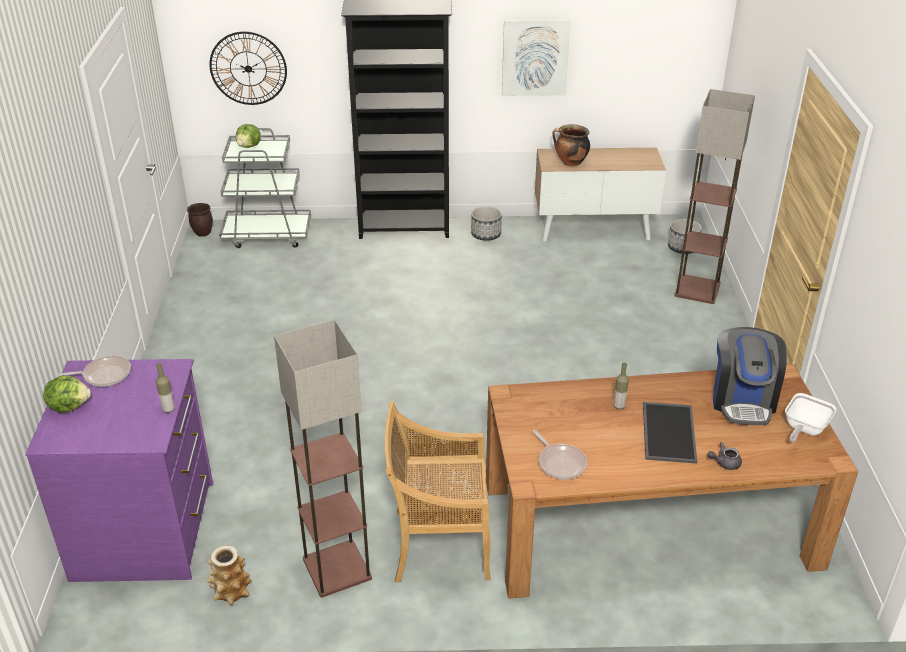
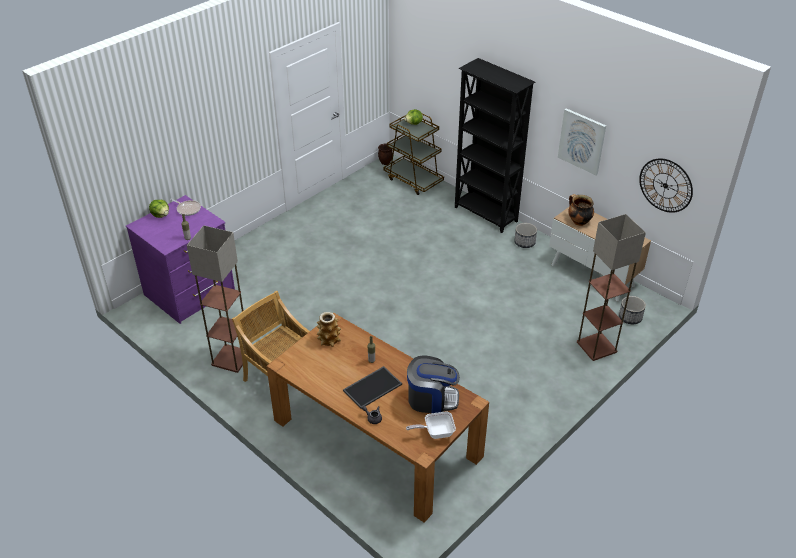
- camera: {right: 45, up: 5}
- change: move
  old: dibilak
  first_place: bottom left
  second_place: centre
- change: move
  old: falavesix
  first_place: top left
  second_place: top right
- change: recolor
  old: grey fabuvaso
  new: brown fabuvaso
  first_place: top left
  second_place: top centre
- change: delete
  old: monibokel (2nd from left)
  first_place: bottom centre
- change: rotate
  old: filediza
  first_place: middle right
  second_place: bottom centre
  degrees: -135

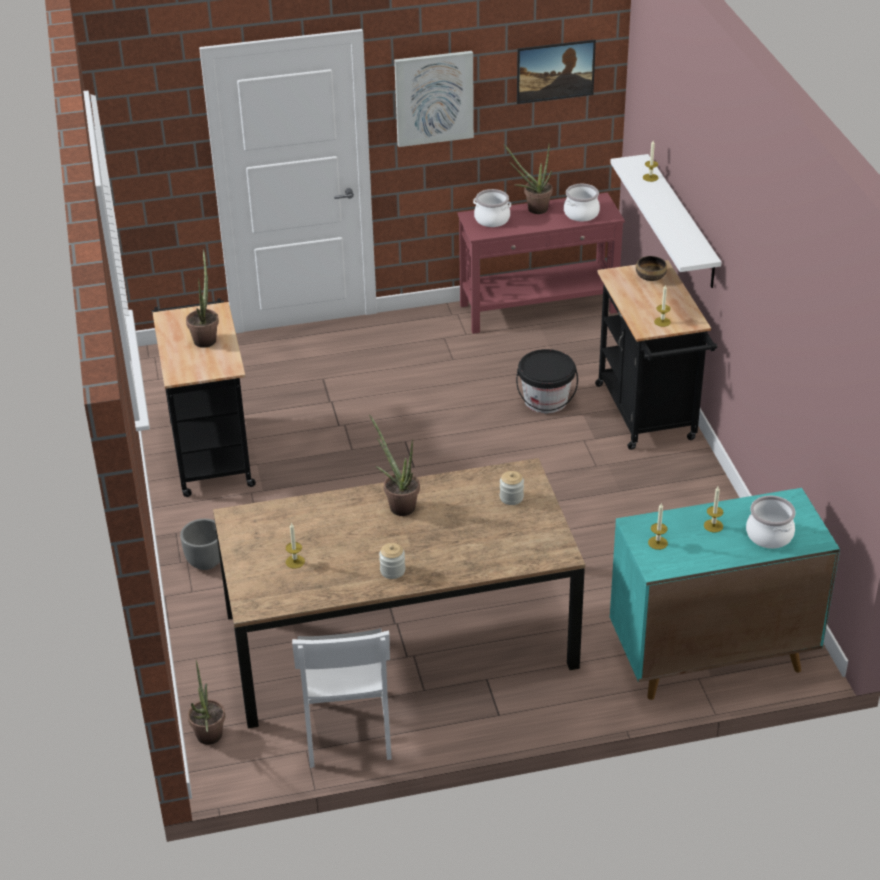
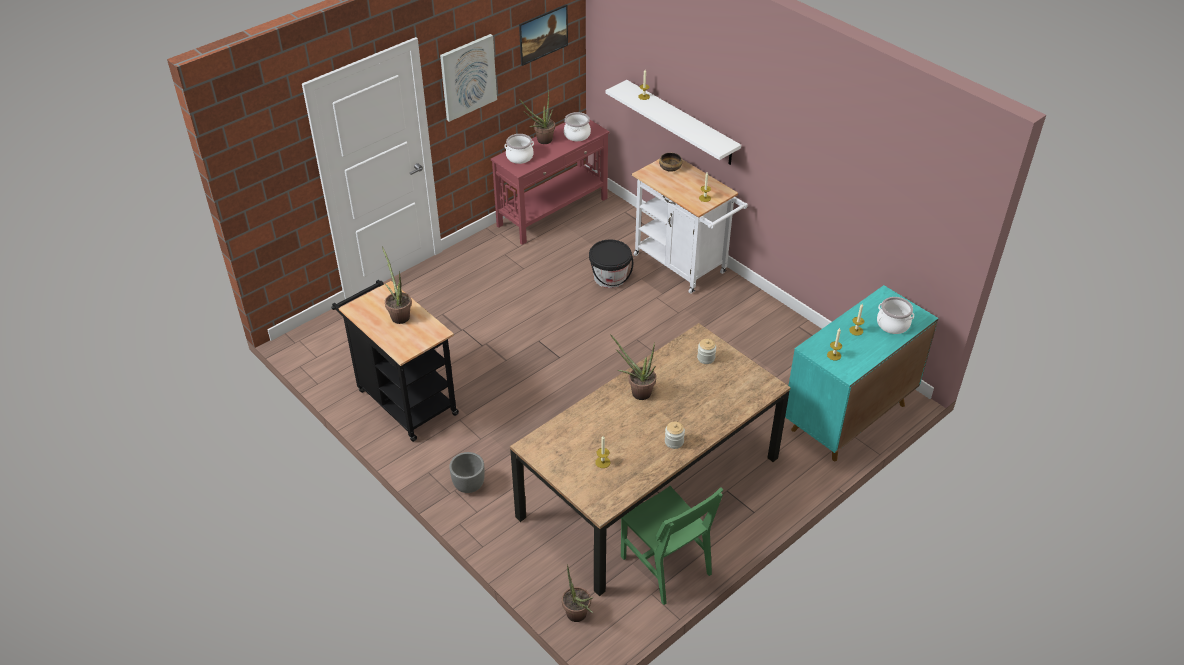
- camera: {right: -30, up: 5}
- change: recolor
  old: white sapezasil
  new: green sapezasil
  first_place: bottom centre
  second_place: bottom centre
- change: recolor
  old: black fabuvaso (2nd from left)
  new: white fabuvaso
  first_place: middle right
  second_place: centre

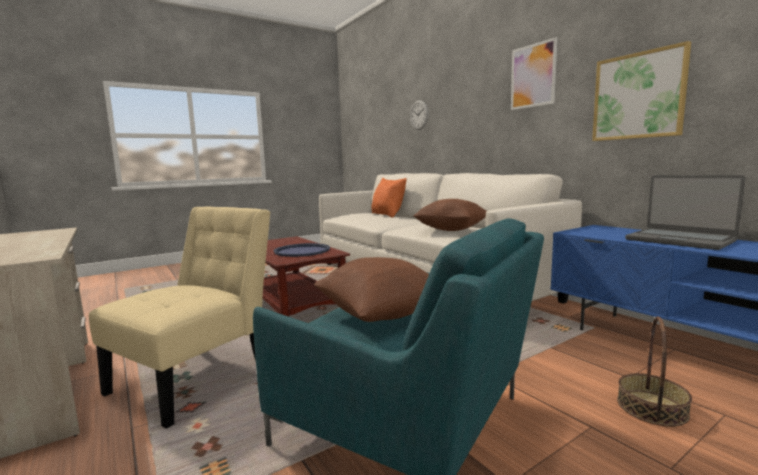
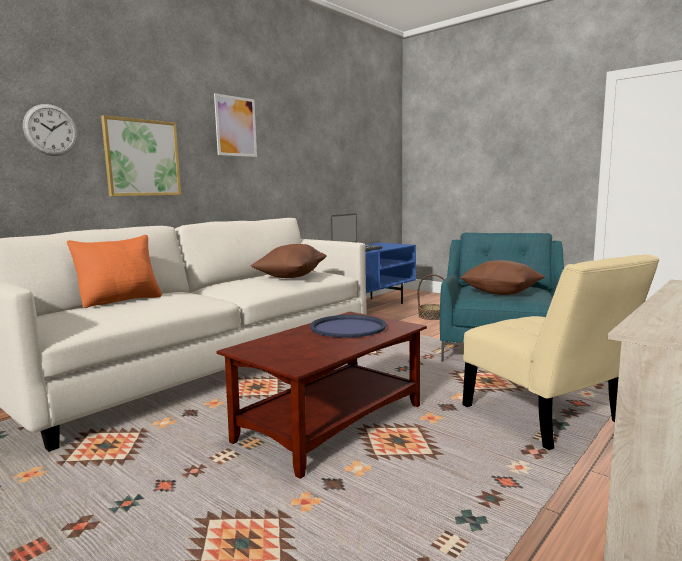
- camera: {right: -105, up: 0}
- change: rotate
  old: beige sapezasil
  first_place: bottom left
  second_place: middle right
  degrees: -135
- change: move
  old: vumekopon (2nd from left in the first image)
  new: vumekopon (1st from left)
  first_place: top right
  second_place: top left

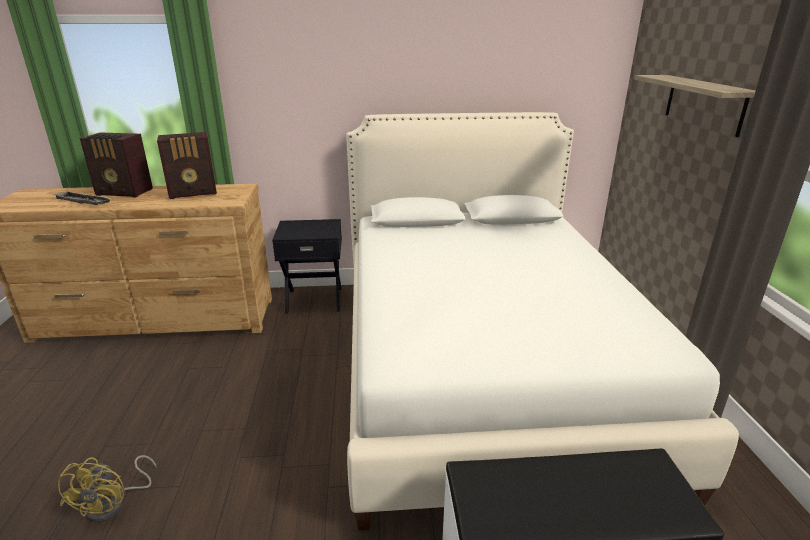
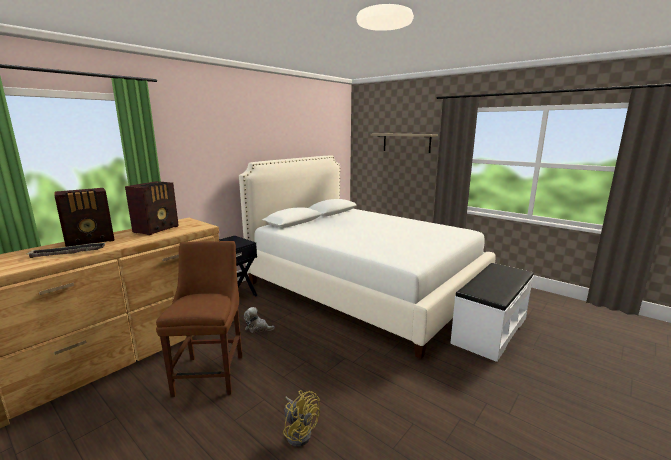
- camera: {right: -45, up: -10}
- change: insert
  new: brown sapezasil
  second_place: bottom left
- change: insert
  new: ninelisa
  second_place: bottom centre

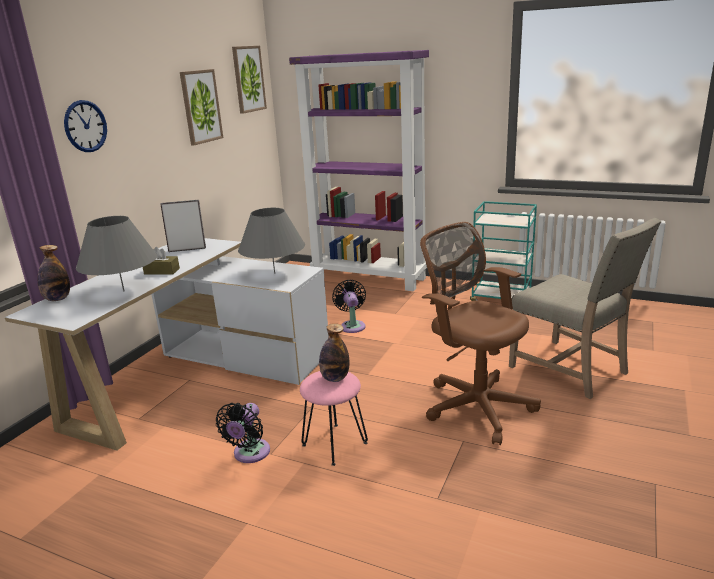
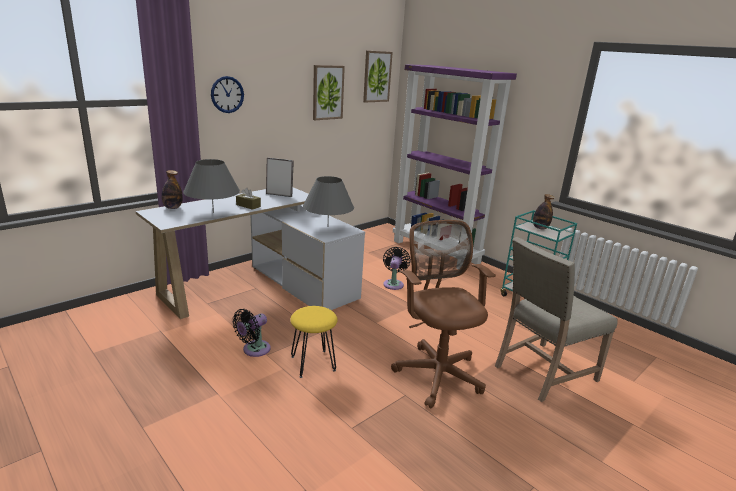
- camera: {right: 20, up: 0}
- change: recolor
  old: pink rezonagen
  new: yellow rezonagen
  first_place: bottom centre
  second_place: bottom centre
- change: move
  old: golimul (2nd from left)
  first_place: centre
  second_place: middle right
- change: rotate
  old: beige sapezasil
  first_place: middle right
  second_place: middle right
  degrees: 75

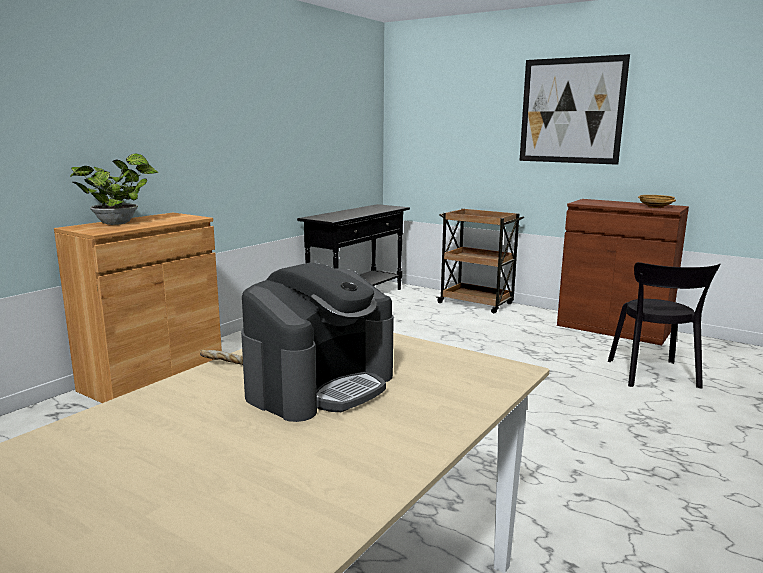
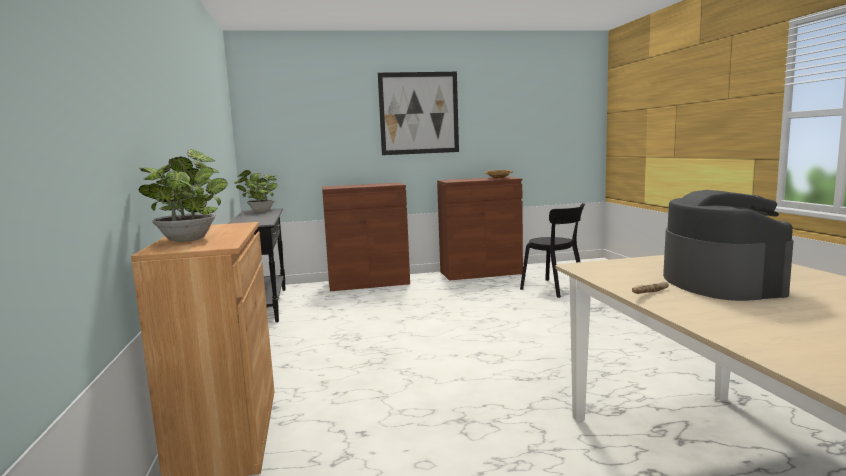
- camera: {right: -45, up: -5}
- change: replace
  old: brown fabuvaso
  new: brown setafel (2nd from left)
  first_place: centre
  second_place: centre
- change: insert
  new: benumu (2nd from left)
  second_place: middle left

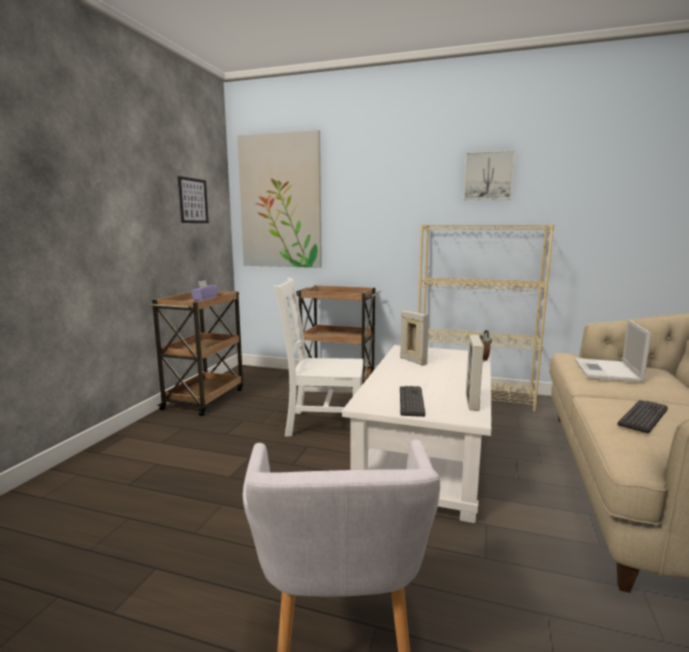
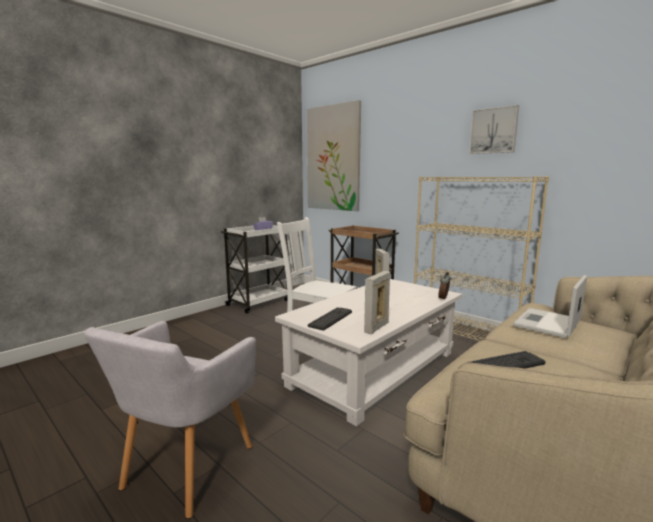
- camera: {right: 25, up: 0}
- change: recolor
  old: brown fabuvaso (1st from left)
  new: white fabuvaso
  first_place: middle left
  second_place: centre
- change: delete
  old: vumekopon (1st from left)
  first_place: top left

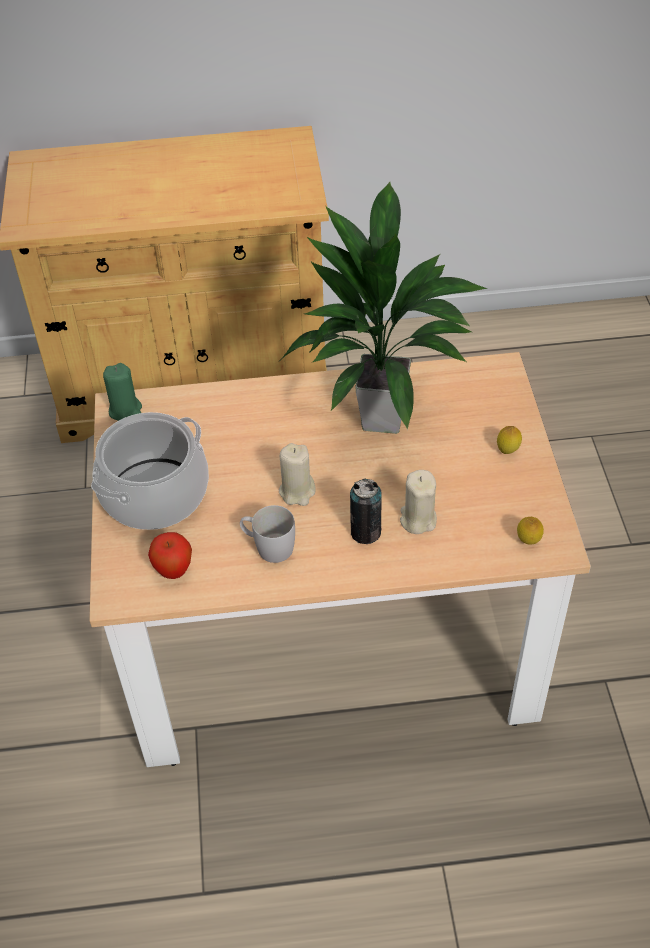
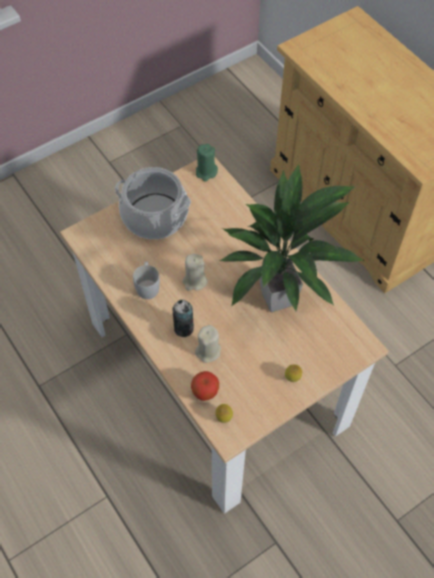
- camera: {right: 60, up: 10}
- change: move
  old: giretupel
  first_place: middle left
  second_place: bottom centre

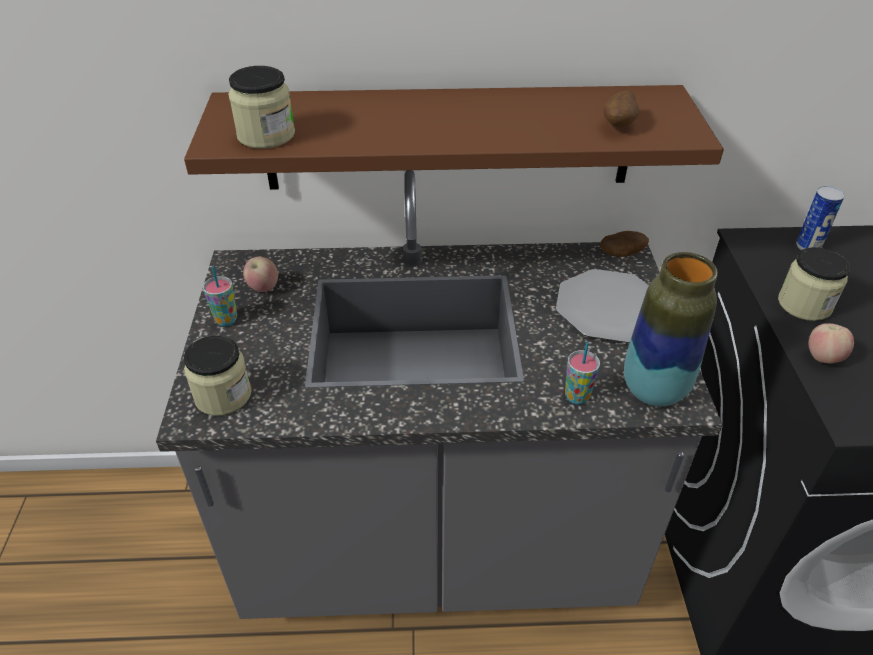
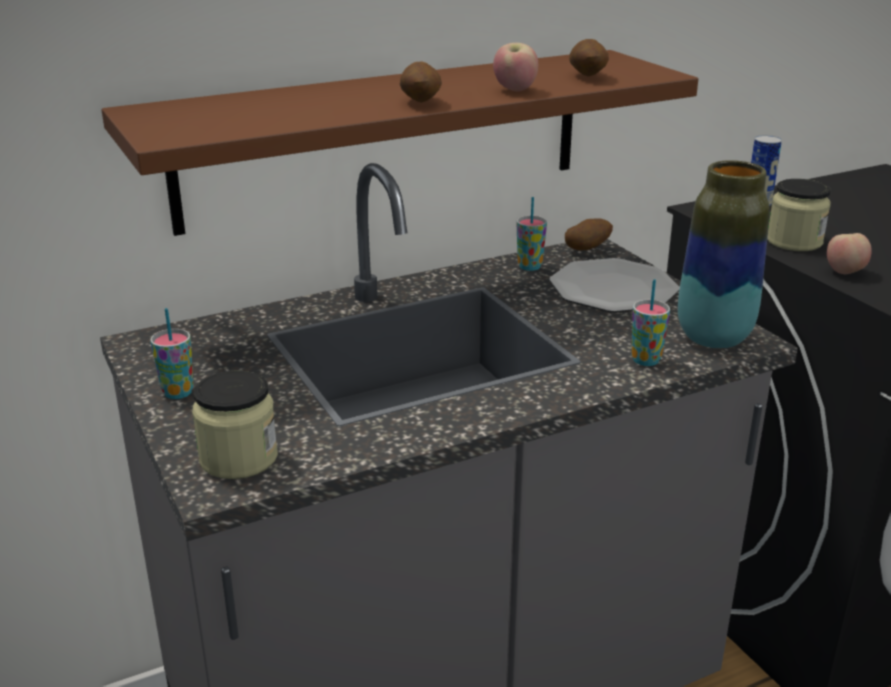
- camera: {right: -25, up: -15}
- change: delete
  old: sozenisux (2nd from left)
  first_place: top left
- change: move
  old: giretupel (1st from left)
  first_place: middle left
  second_place: top centre
- change: insert
  new: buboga (1st from left)
  second_place: top centre
- change: insert
  new: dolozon (2nd from left)
  second_place: centre

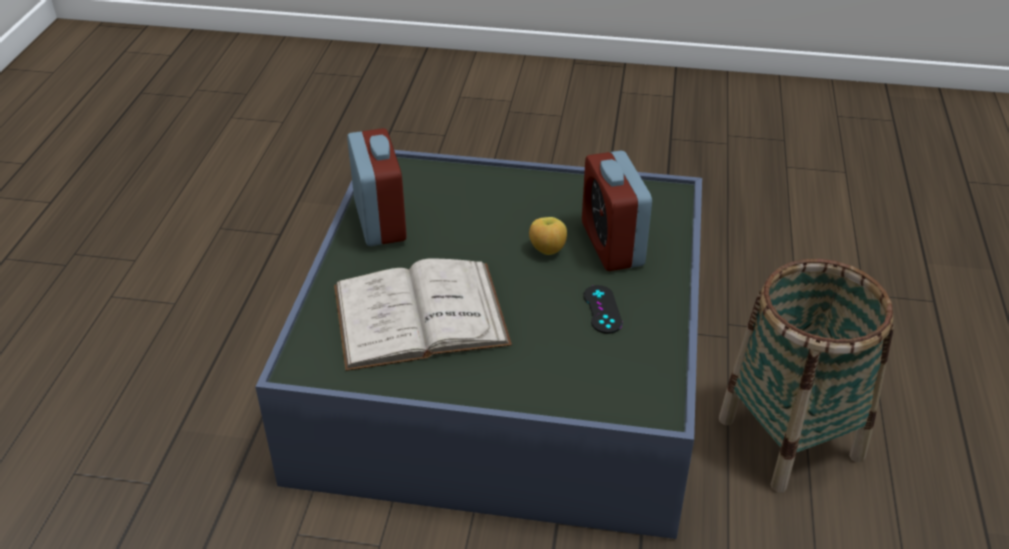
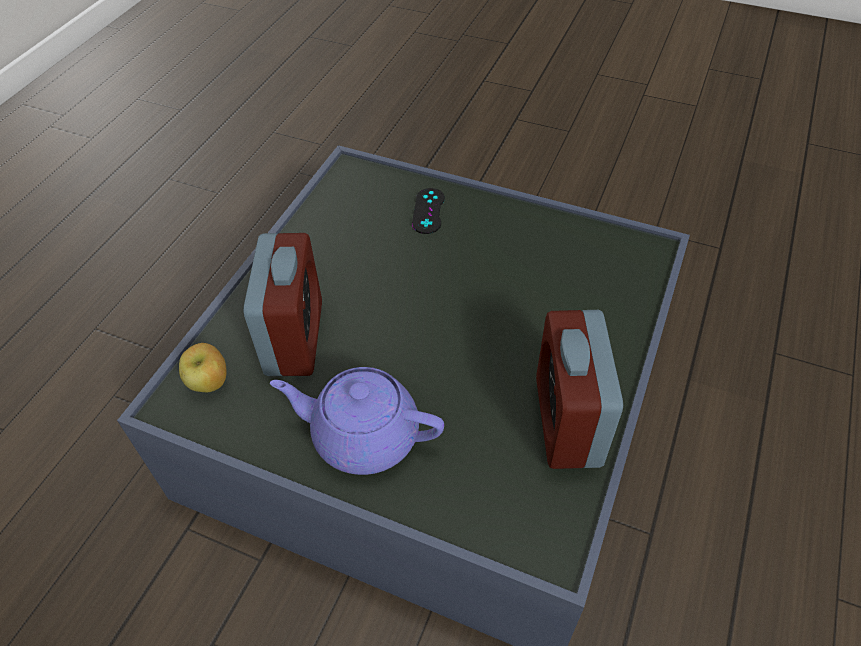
- camera: {right: -165, up: 10}
- change: delete
  old: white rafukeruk
  first_place: centre
- change: move
  old: giretupel
  first_place: centre
  second_place: middle left
- change: move
  old: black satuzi
  first_place: centre
  second_place: top centre
- change: delete
  old: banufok
  first_place: bottom right
- change: insert
  new: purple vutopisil
  second_place: centre

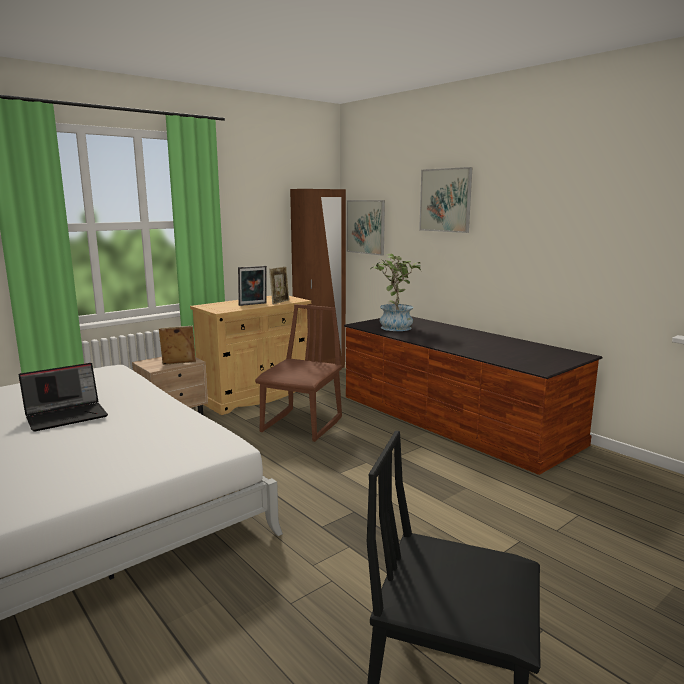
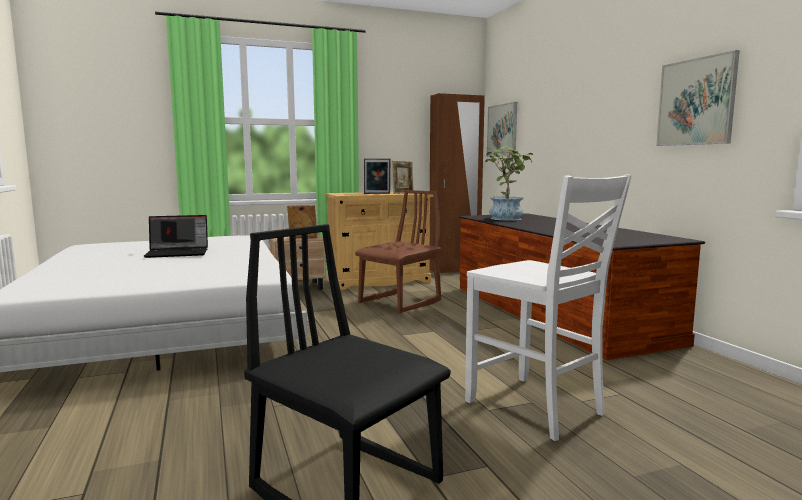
- camera: {right: 20, up: -5}
- change: move
  old: vumekopon (2nd from left)
  first_place: top centre
  second_place: top right
- change: insert
  new: white sapezasil
  second_place: middle right

